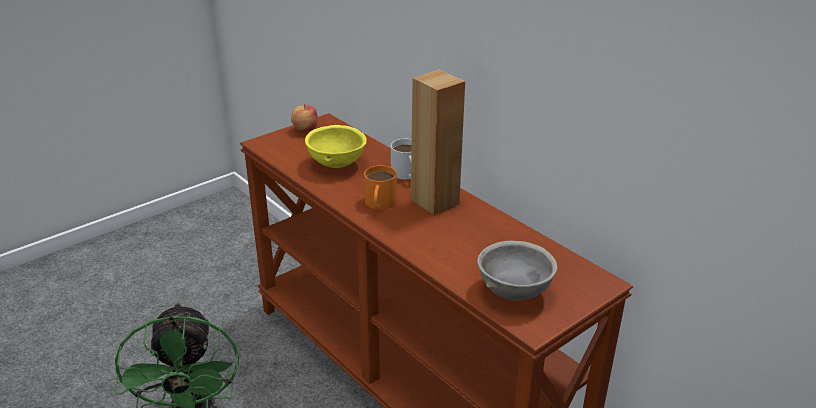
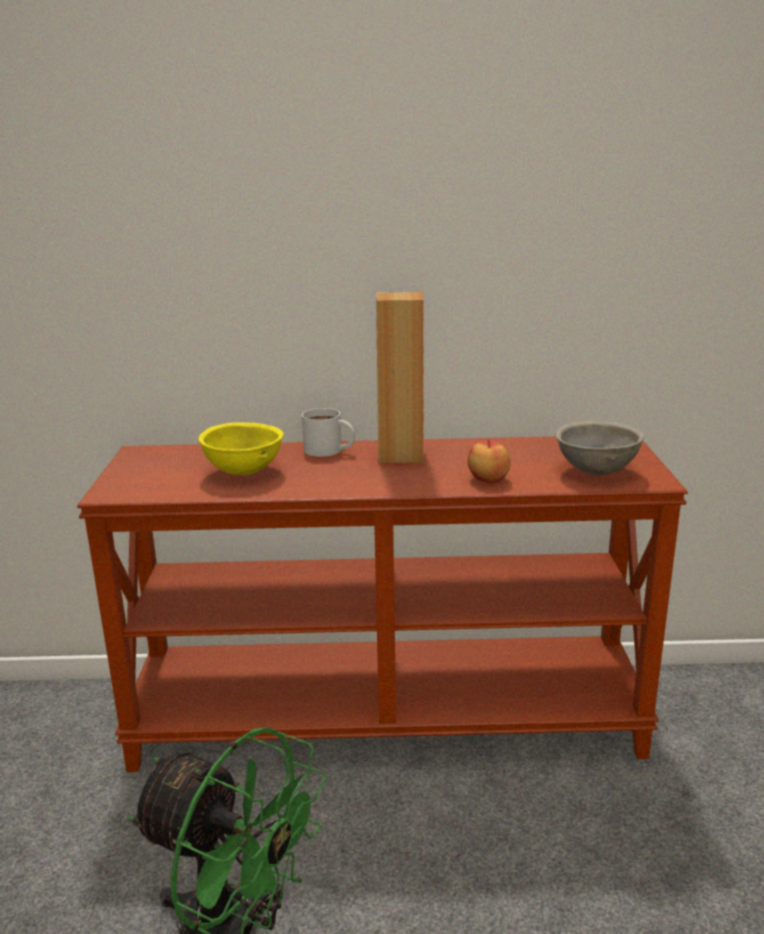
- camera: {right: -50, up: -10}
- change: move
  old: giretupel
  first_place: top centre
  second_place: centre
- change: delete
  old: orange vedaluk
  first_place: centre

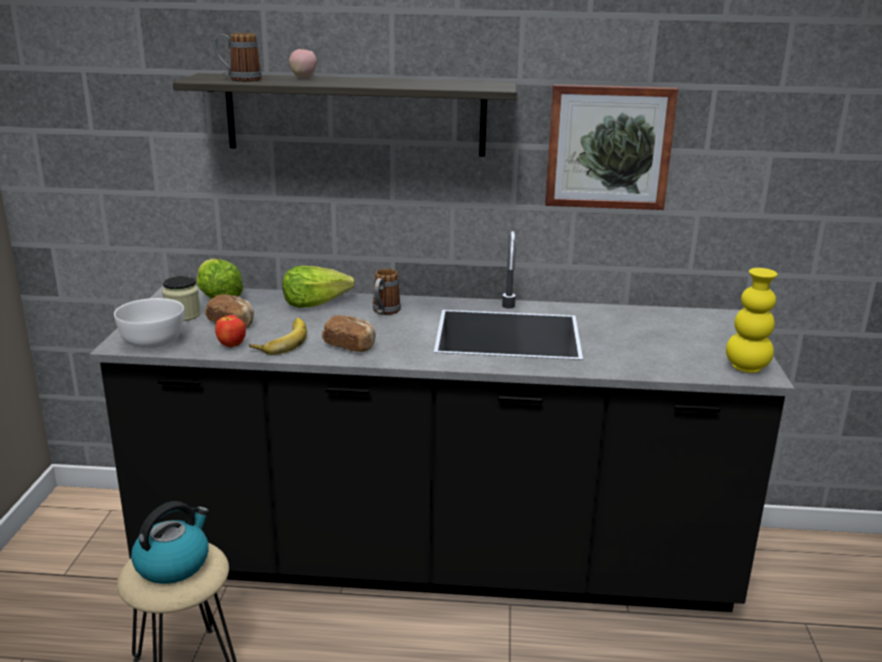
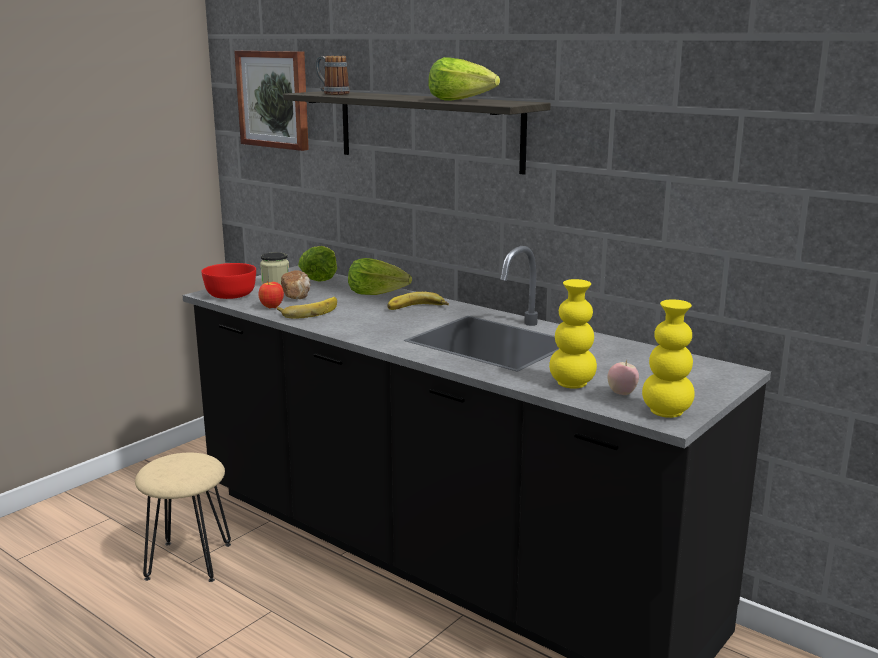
- camera: {right: 35, up: -5}
- change: recolor
  old: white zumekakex
  new: red zumekakex
  first_place: middle left
  second_place: middle left
- change: delete
  old: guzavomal
  first_place: bottom left
- change: move
  old: giretupel (2nd from left)
  first_place: top centre
  second_place: middle right
- change: delete
  old: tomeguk (2nd from left)
  first_place: centre
- change: replace
  old: vedaluk (2nd from left)
  new: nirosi (2nd from left)
  first_place: centre
  second_place: centre
- change: move
  old: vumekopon
  first_place: top right
  second_place: top left
- change: insert
  new: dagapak (3rd from left)
  second_place: top centre
- change: insert
  new: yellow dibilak (1st from left)
  second_place: centre

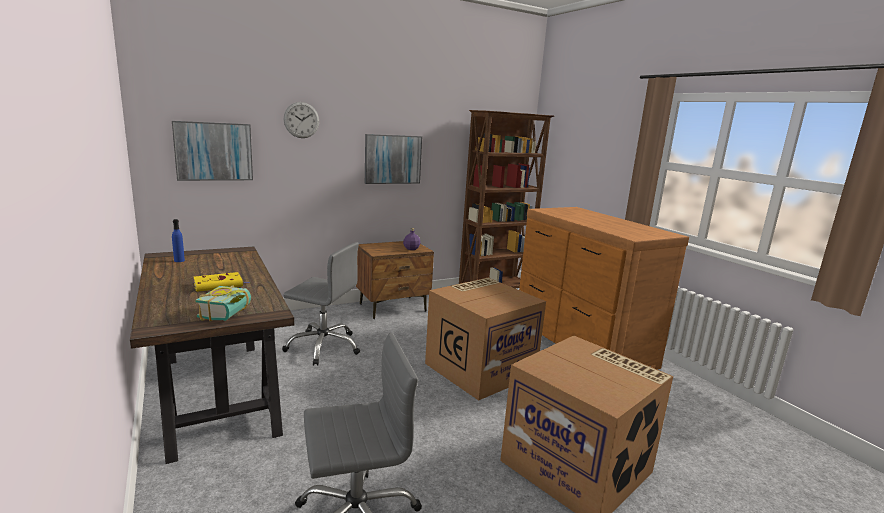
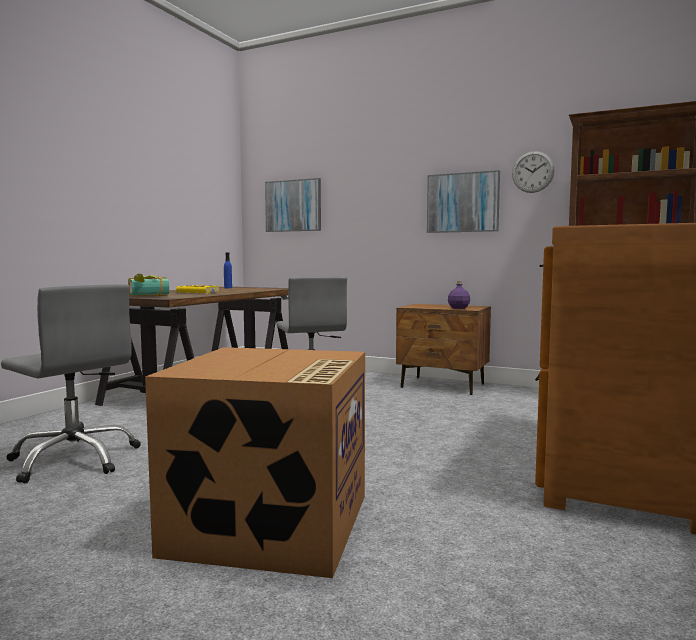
- camera: {right: 55, up: -10}
- change: move
  old: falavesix
  first_place: top centre
  second_place: top right
- change: delete
  old: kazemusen (1st from left)
  first_place: centre

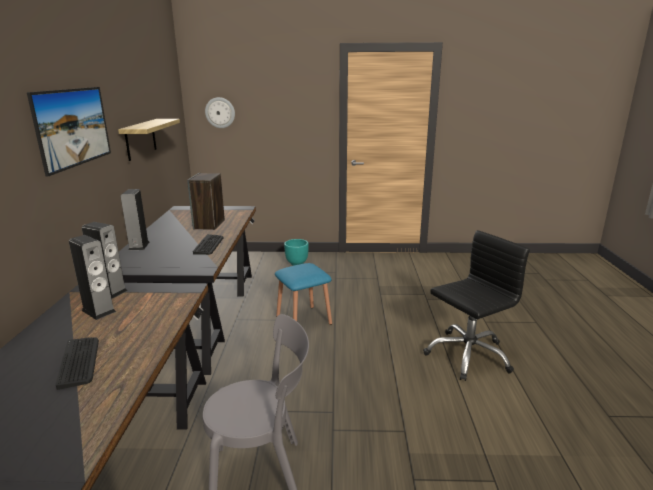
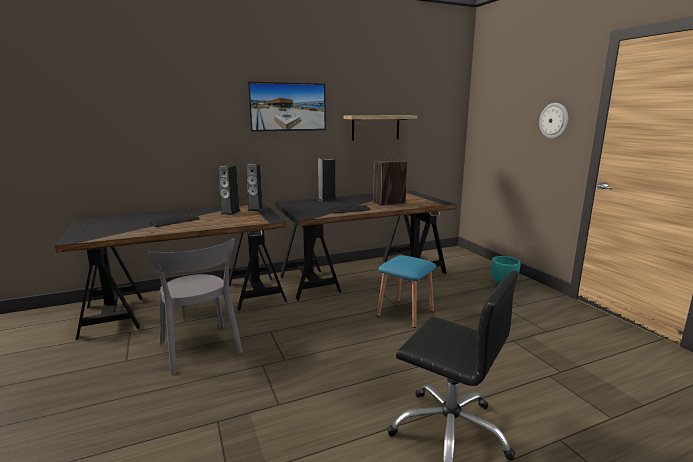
- camera: {right: 65, up: -5}
- change: move
  old: falavesix
  first_place: top centre
  second_place: top right

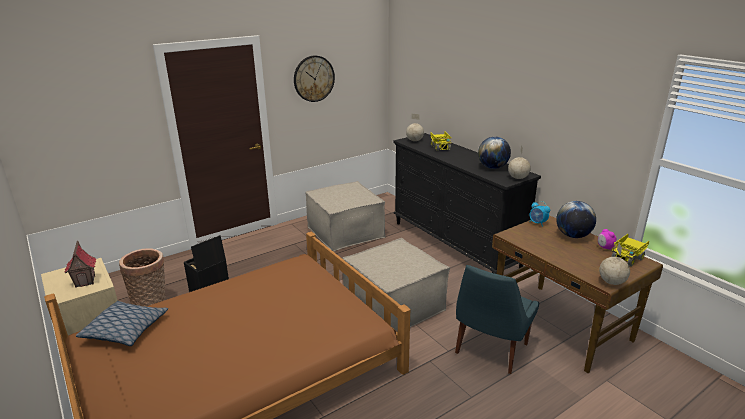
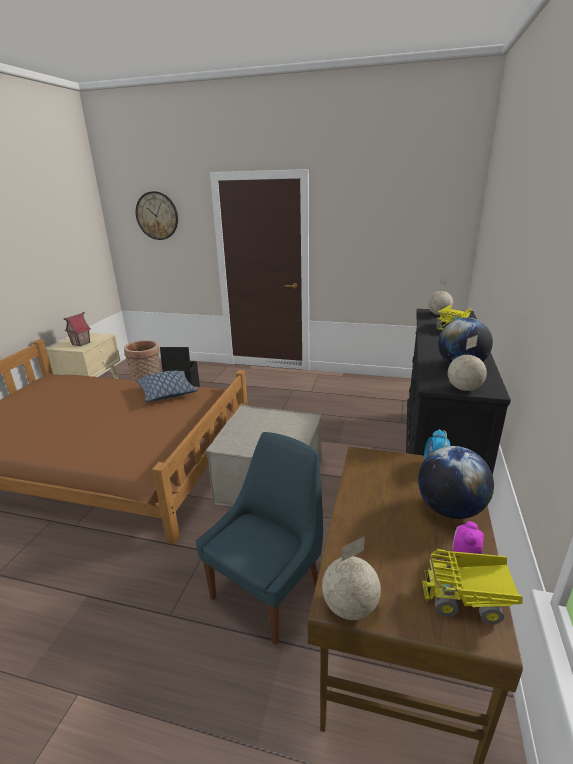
- camera: {right: 50, up: 0}
- change: move
  old: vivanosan
  first_place: bottom left
  second_place: middle left
- change: move
  old: falavesix
  first_place: top centre
  second_place: top left
- change: delete
  old: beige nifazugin (1st from left)
  first_place: centre
- change: rotate
  old: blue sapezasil
  first_place: bottom right
  second_place: bottom centre
  degrees: 135

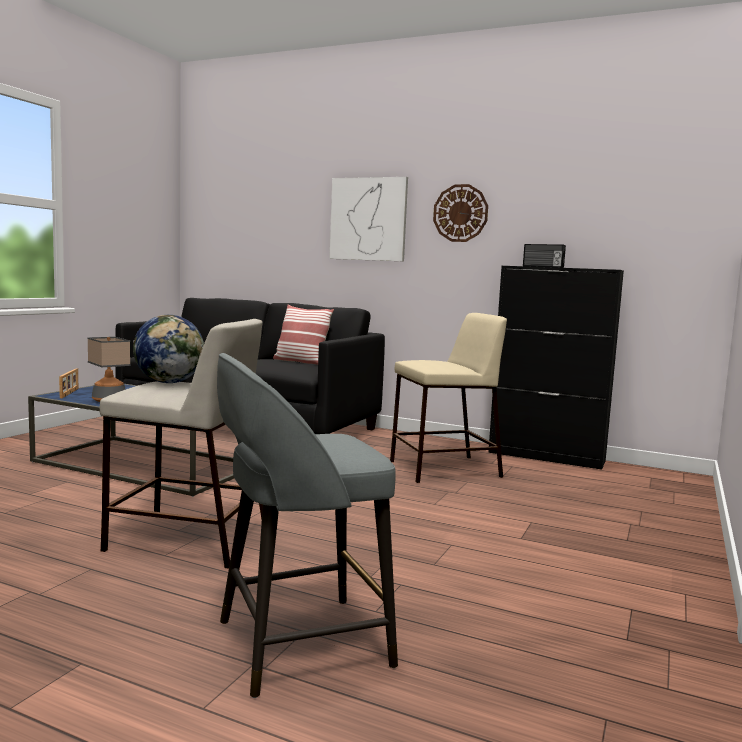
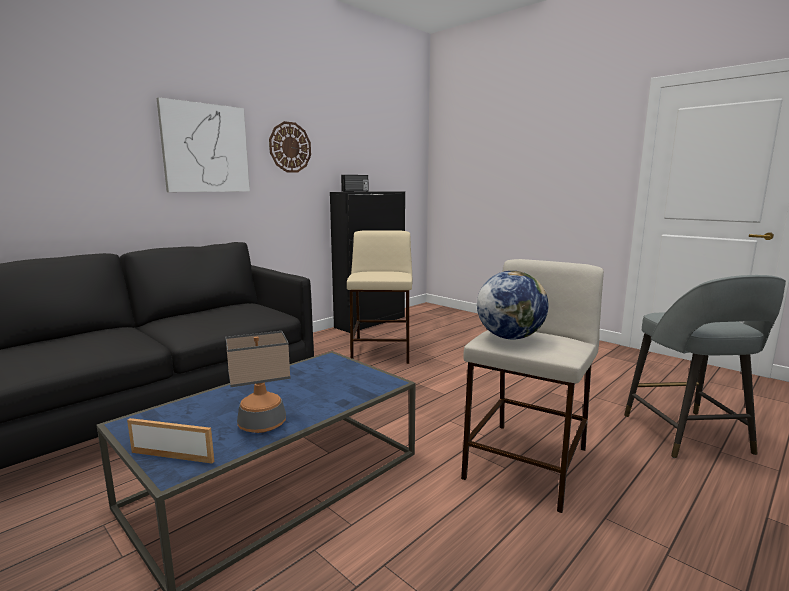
- camera: {right: -70, up: 5}
- change: delete
  old: vivanosan
  first_place: centre

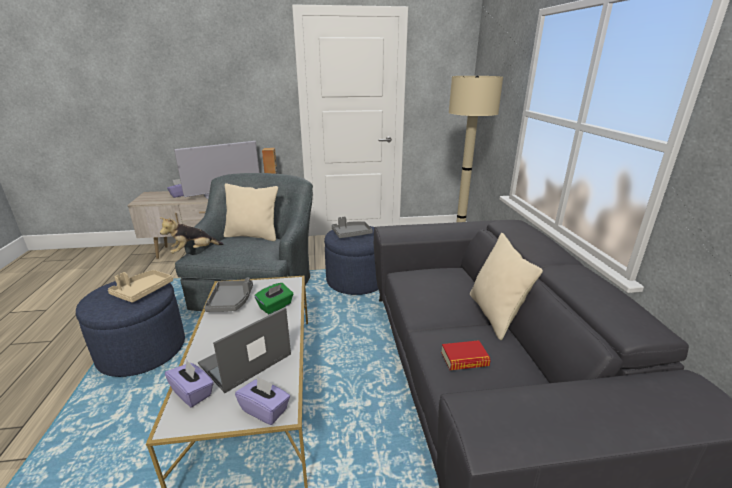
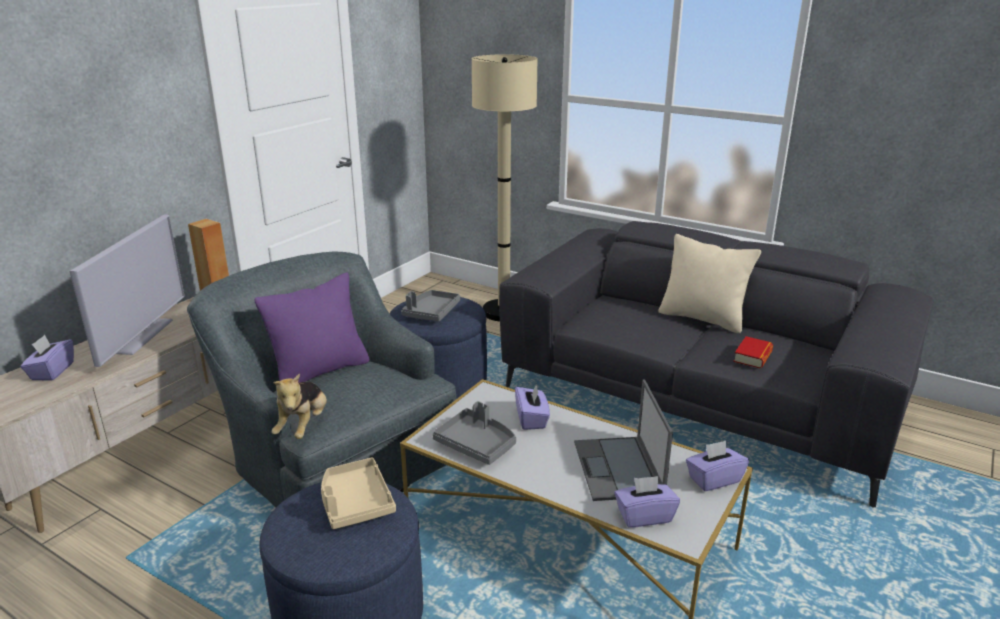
- camera: {right: -50, up: 0}
- change: recolor
  old: beige vivanosan (1st from left)
  new: purple vivanosan
  first_place: centre
  second_place: middle left
- change: recolor
  old: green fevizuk
  new: purple fevizuk (2nd from left)
  first_place: centre
  second_place: centre

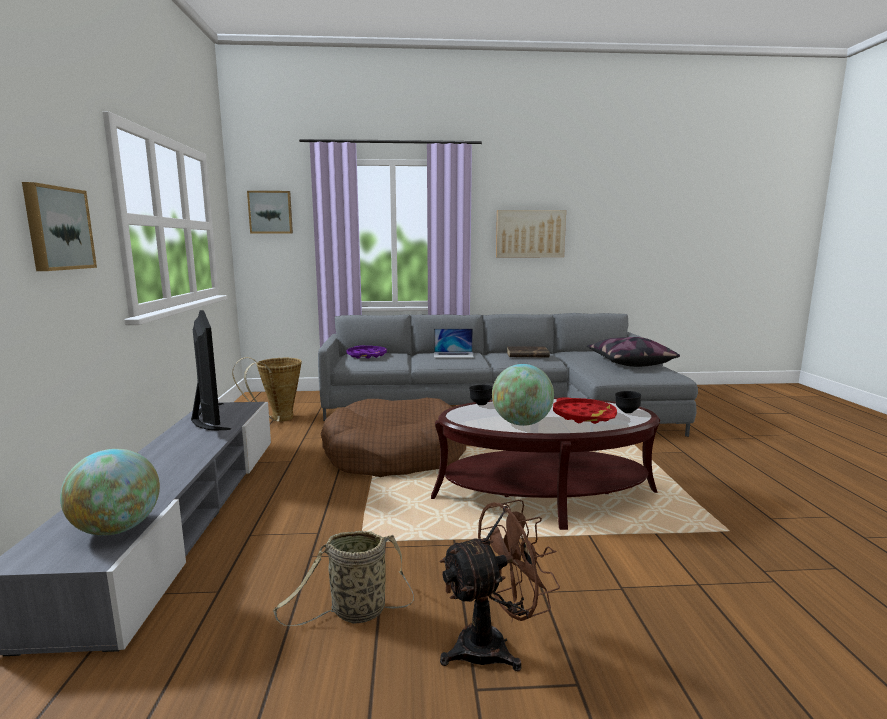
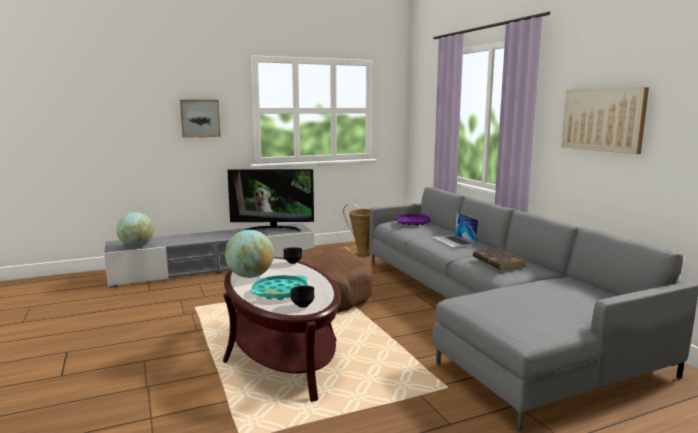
- camera: {right: 70, up: 0}
- change: rotate
  old: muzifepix
  first_place: middle left
  second_place: centre
  degrees: 45
- change: delete
  old: vumekopon (2nd from left)
  first_place: top left
- change: delete
  old: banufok (2nd from left)
  first_place: bottom centre
- change: delete
  old: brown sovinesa
  first_place: bottom centre
- change: recolor
  old: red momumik
  new: turquoise momumik
  first_place: centre
  second_place: centre
- change: delete
  old: vivanosan
  first_place: middle right

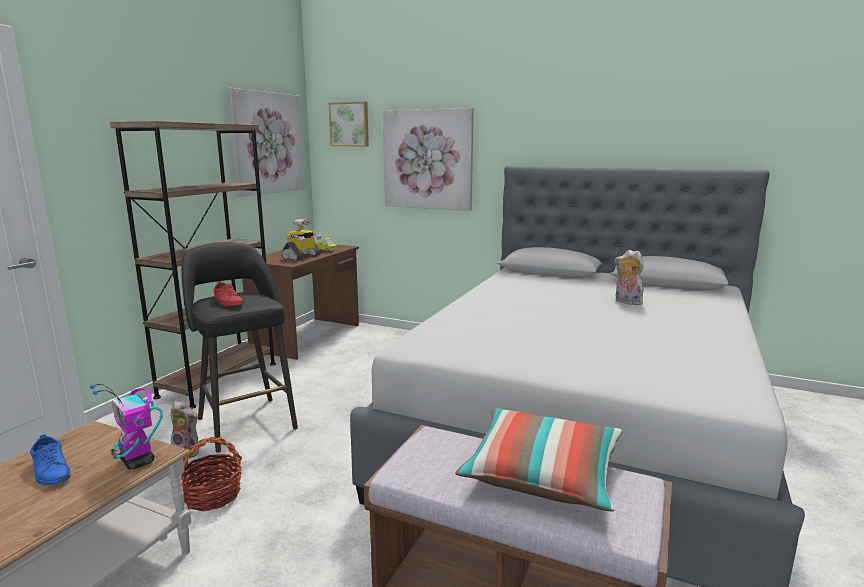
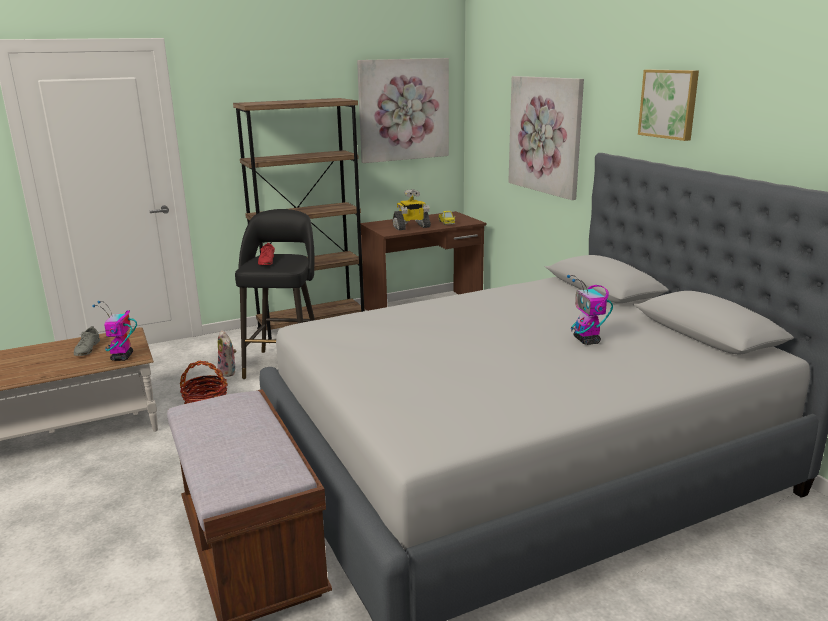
- camera: {right: 40, up: 5}
- change: recolor
  old: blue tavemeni
  new: grey tavemeni
  first_place: bottom left
  second_place: middle left
- change: move
  old: vumekopon (2nd from left in the first image)
  new: vumekopon (3rd from left)
  first_place: top centre
  second_place: top right
- change: delete
  old: vivanosan
  first_place: bottom centre
- change: replace
  old: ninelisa (2nd from left)
  new: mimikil (3rd from left)
  first_place: middle right
  second_place: middle right

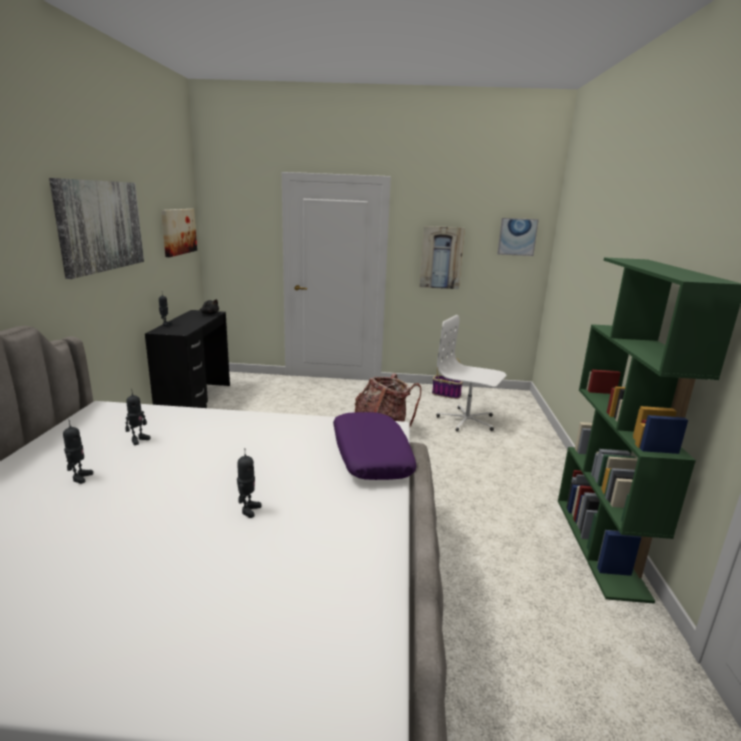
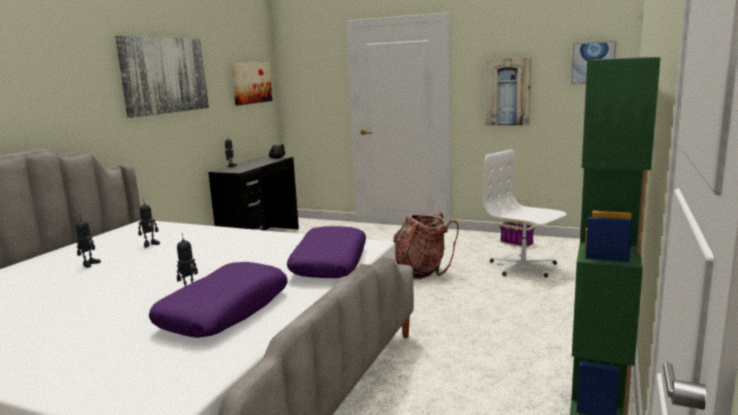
- camera: {right: 20, up: -5}
- change: insert
  new: purple vivanosan (1st from left)
  second_place: bottom left

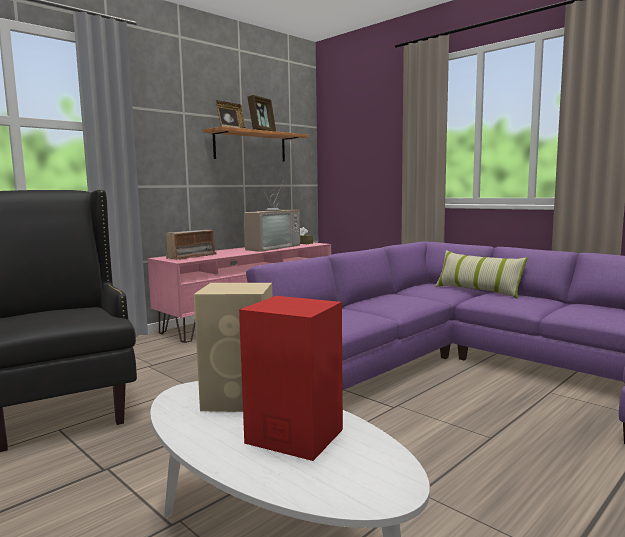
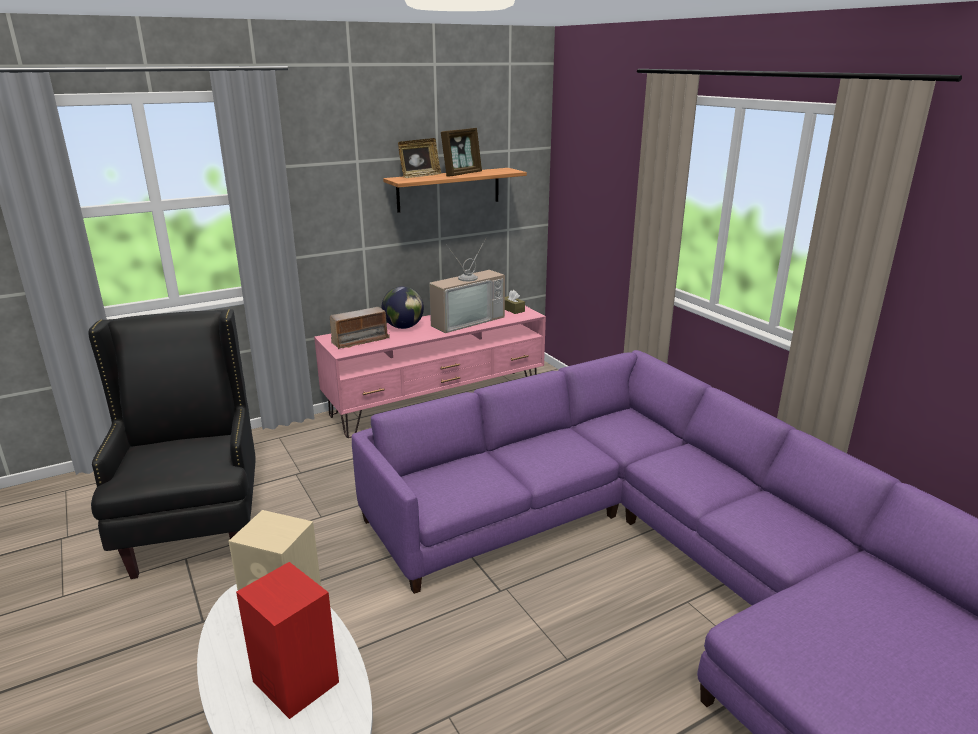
- camera: {right: 15, up: 15}
- change: delete
  old: vivanosan
  first_place: middle right
- change: insert
  new: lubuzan
  second_place: centre

